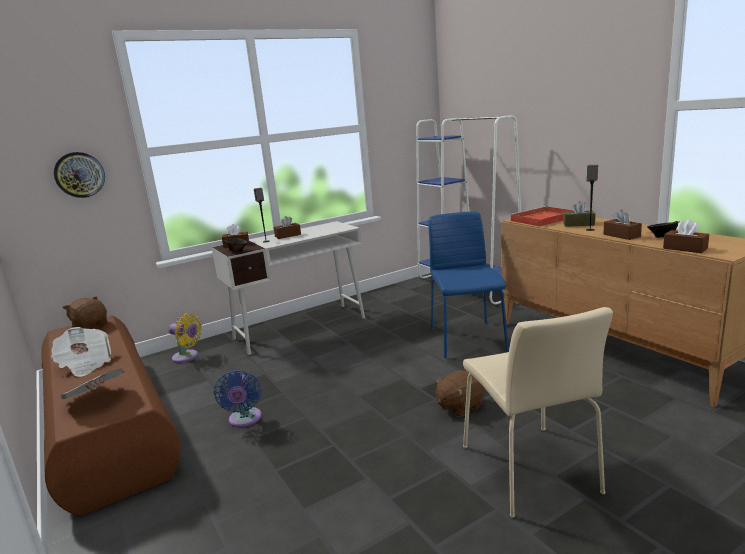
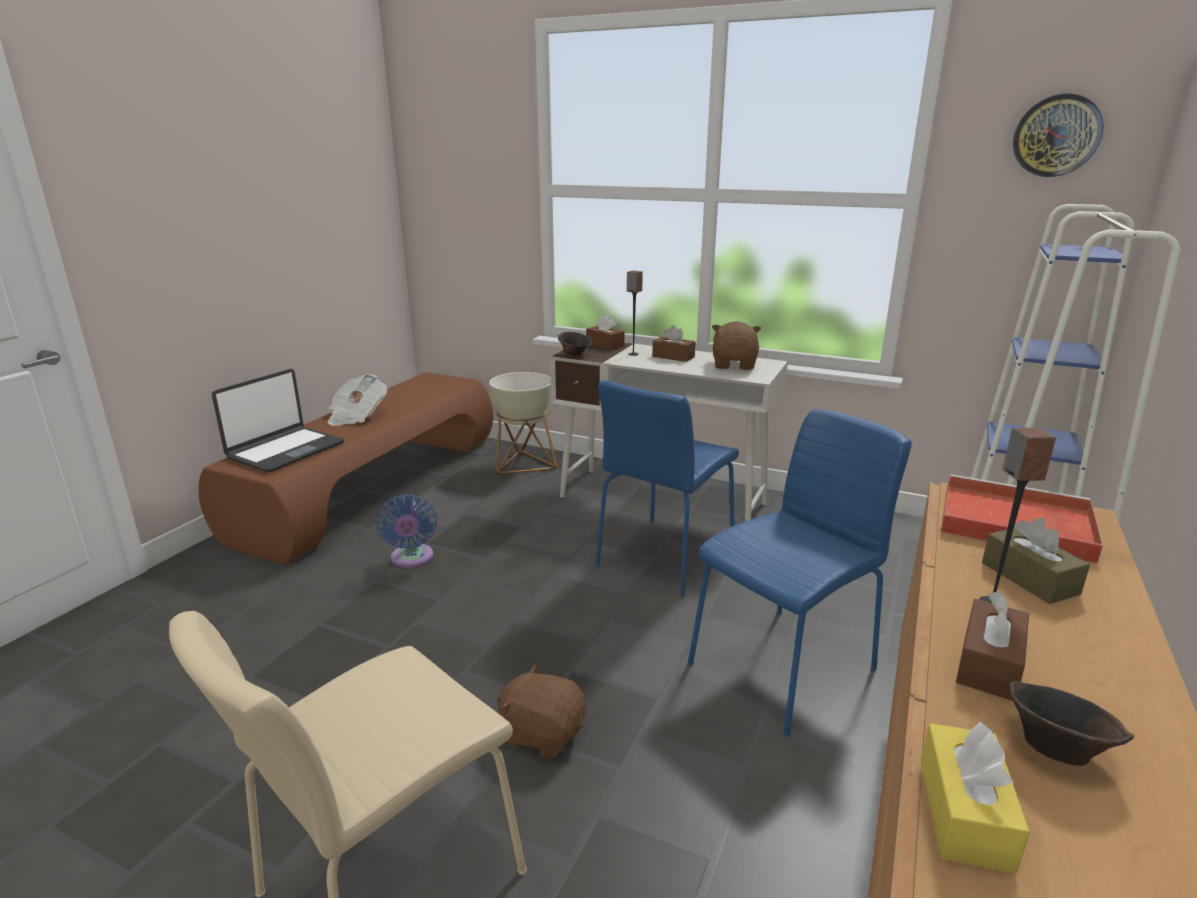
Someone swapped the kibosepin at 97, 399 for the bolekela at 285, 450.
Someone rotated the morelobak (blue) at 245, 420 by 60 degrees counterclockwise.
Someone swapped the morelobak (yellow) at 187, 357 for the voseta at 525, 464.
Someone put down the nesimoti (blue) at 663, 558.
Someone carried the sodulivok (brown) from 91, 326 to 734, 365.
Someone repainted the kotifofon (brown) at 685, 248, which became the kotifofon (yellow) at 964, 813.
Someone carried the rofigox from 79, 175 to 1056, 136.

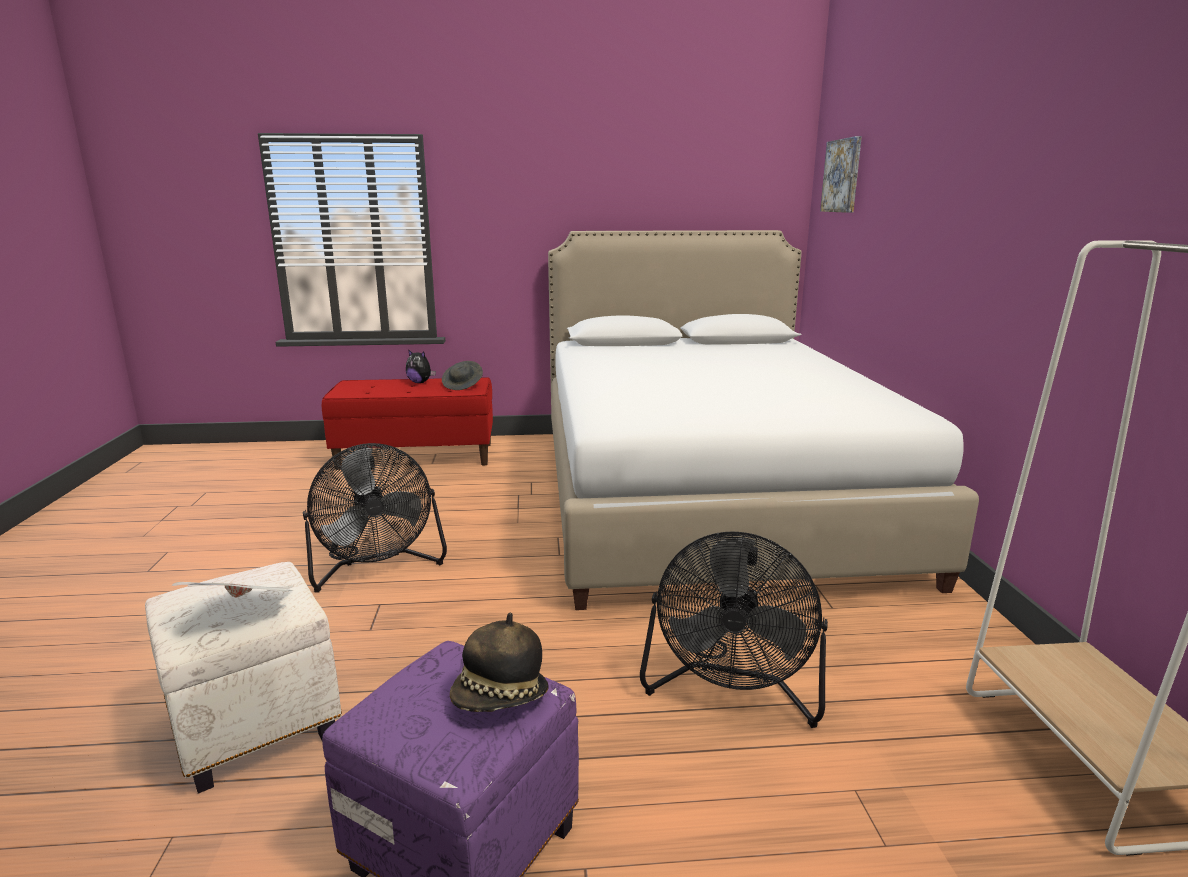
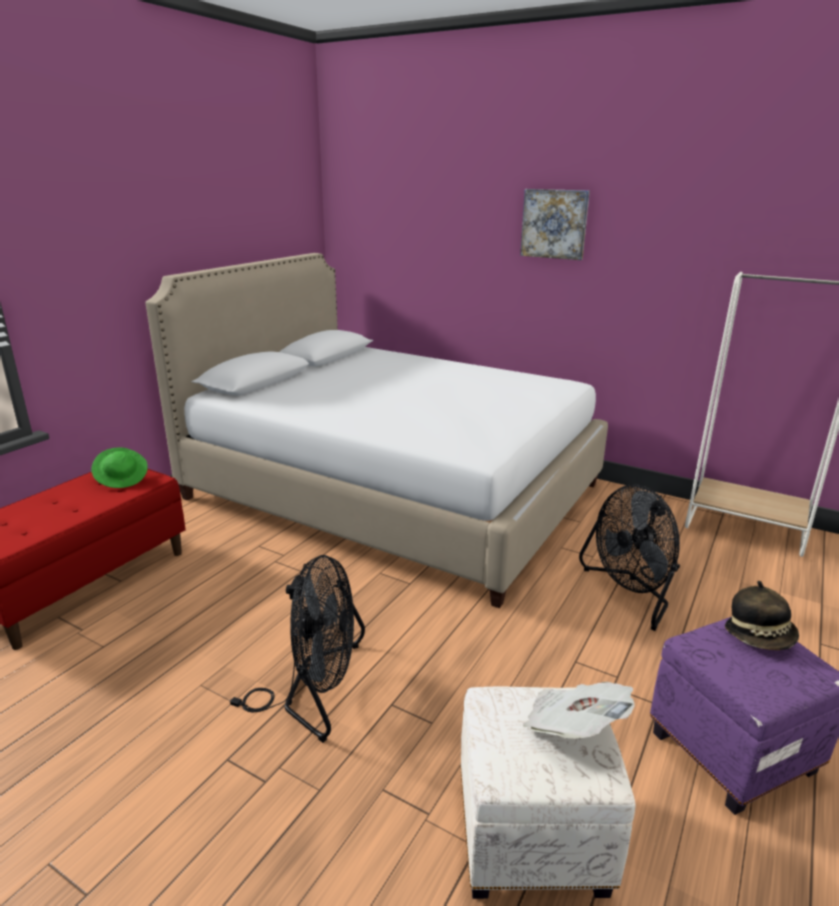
Someone repainted the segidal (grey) at 463, 385, which became the segidal (green) at 122, 478.
Someone carried the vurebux from 842, 176 to 554, 224.
Someone rotated the morelobak (black) at 726, 687 by 105 degrees clockwise.
Someone took away the sodulivok at 420, 382.

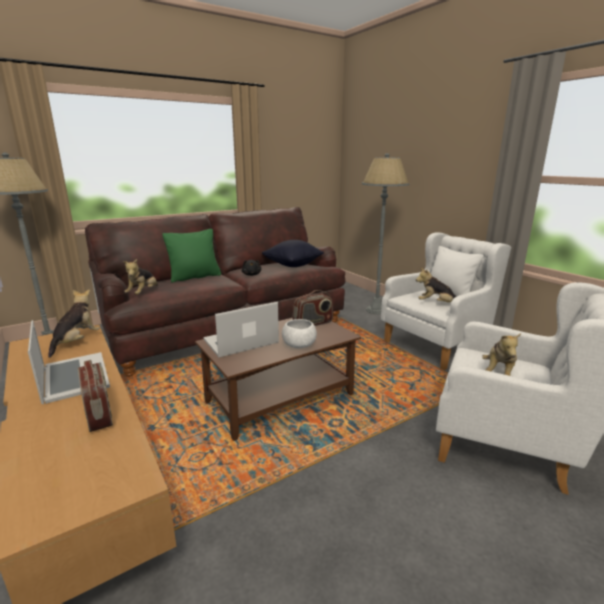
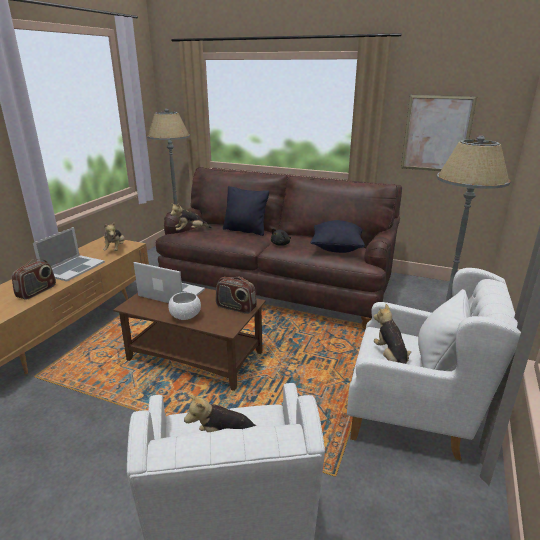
Someone rotated the sodulivok at 76, 342 by 105 degrees clockwise.
Someone repainted the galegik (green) at 195, 277, which became the galegik (black) at 245, 230.
Someone put up the vurebux at 436, 134.

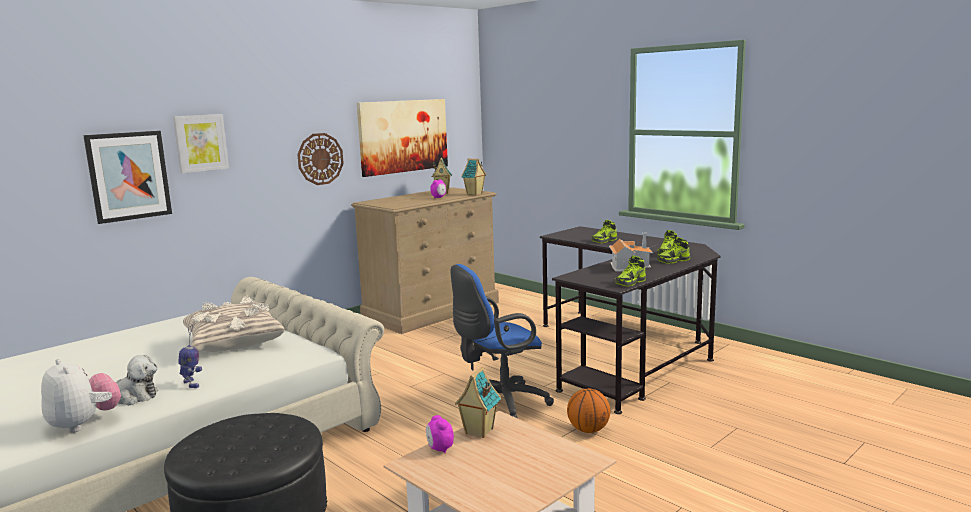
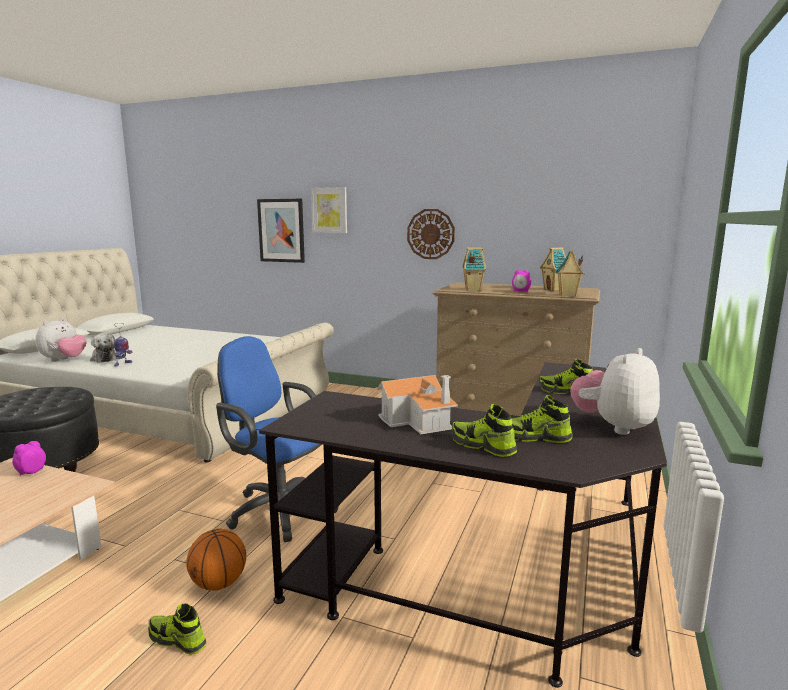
Someone carried the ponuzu from 630, 282 to 177, 640.
Someone carried the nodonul from 478, 431 to 472, 289.
Someone put down the sodulivok at 613, 426.
Someone took away the galegik (beige) at 235, 343.
Someone took away the vurebux at 403, 136.

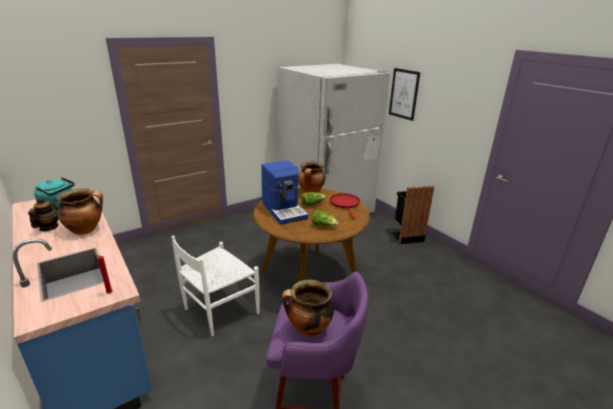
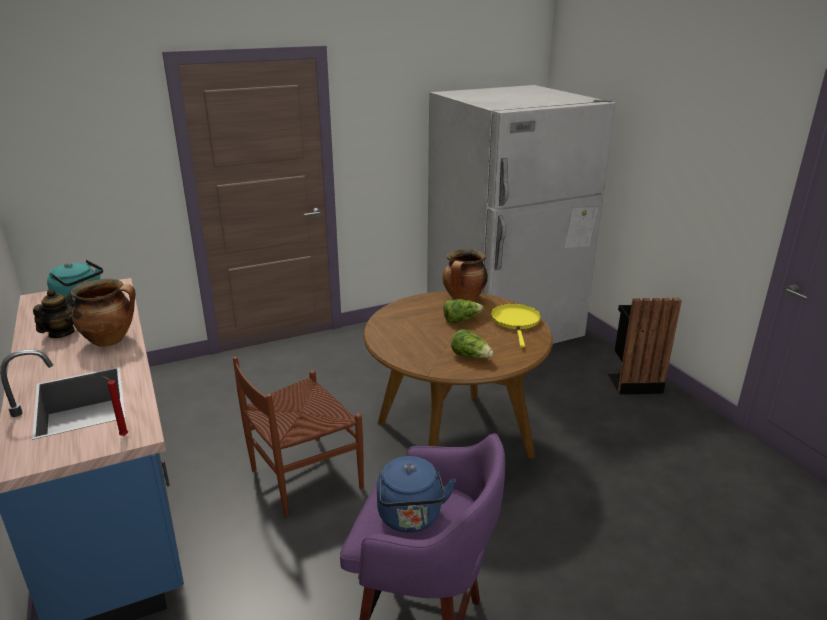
Someone repainted the nesimoti (white) at 220, 310, which became the nesimoti (brown) at 304, 477.
Someone swapped the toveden at 308, 329 for the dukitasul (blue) at 410, 518.
Someone repainted the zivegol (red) at 345, 204, which became the zivegol (yellow) at 516, 321.
Someone took away the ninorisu at 284, 210.
Someone took away the vurebux at 404, 94.

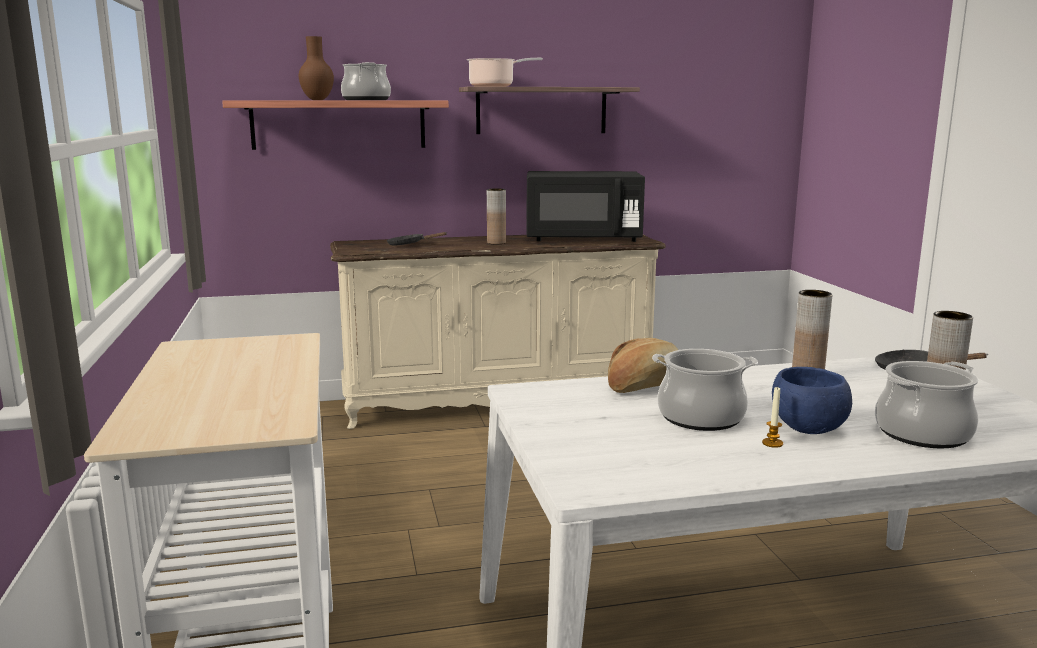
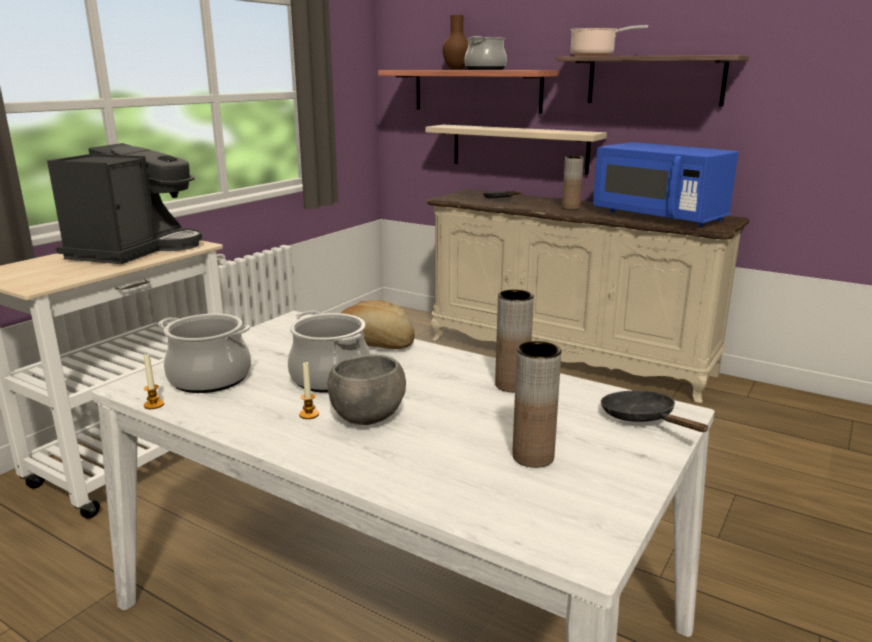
Someone put down the ninorisu at 135, 250.
Someone put down the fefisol at 154, 405.
Someone carried the toveden from 922, 433 to 210, 378.
Someone repainted the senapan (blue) at 808, 429, which became the senapan (grey) at 366, 418.
Someone put up the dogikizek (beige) at 519, 148.
Someone repainted the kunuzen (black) at 583, 239, which became the kunuzen (blue) at 659, 216.

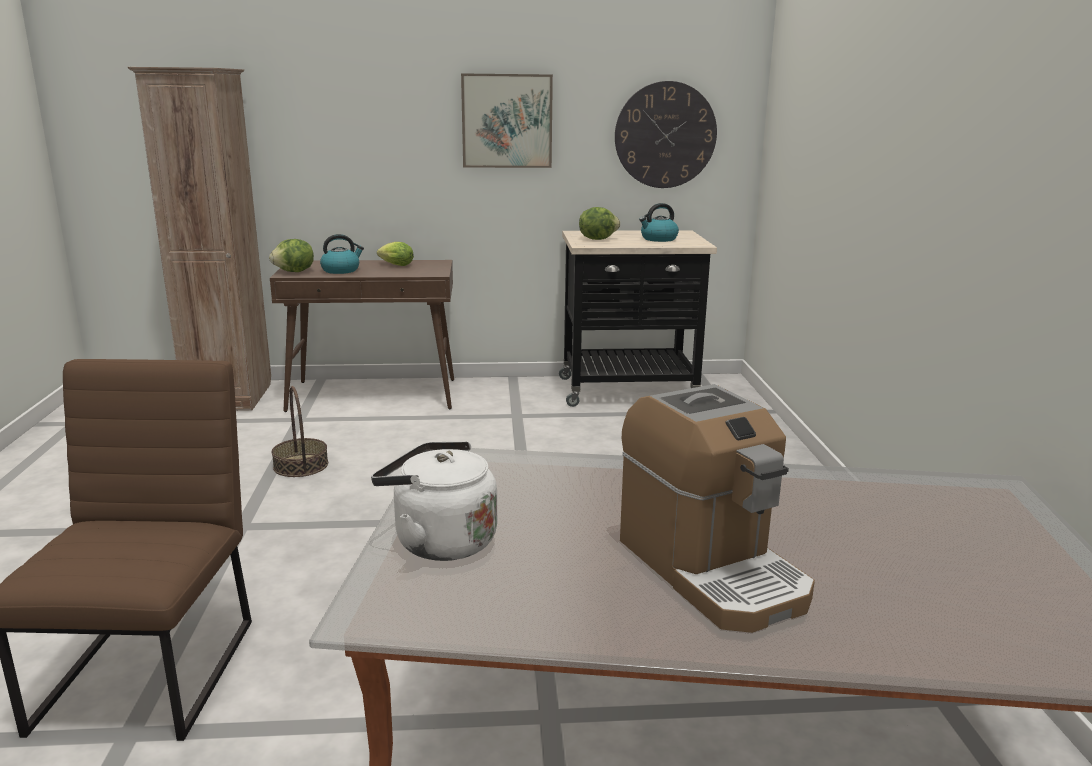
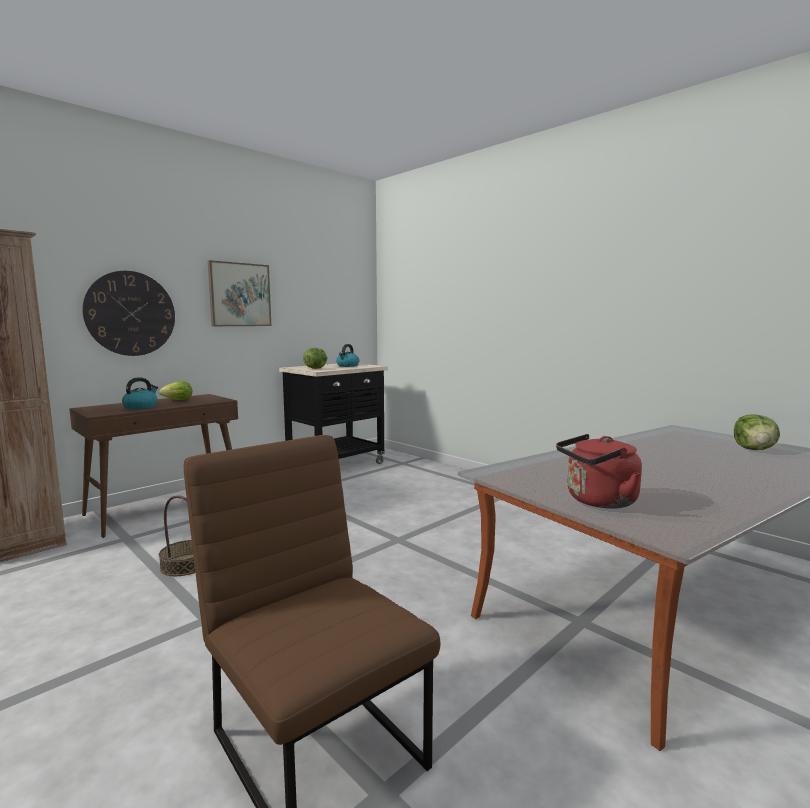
Someone carried the rofigox from 665, 135 to 130, 313.
Someone repainted the dukitasul (white) at 439, 541, which became the dukitasul (red) at 597, 501.
Someone carried the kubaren from 294, 272 to 755, 450.
Someone took away the ninorisu at 711, 569.

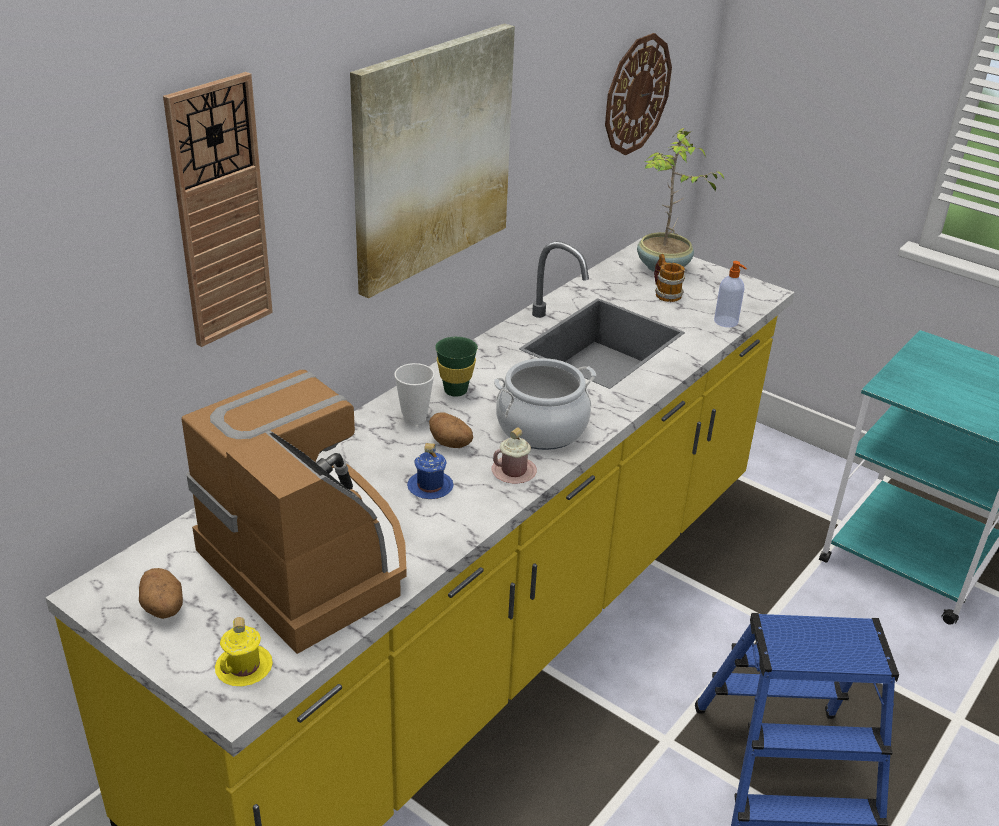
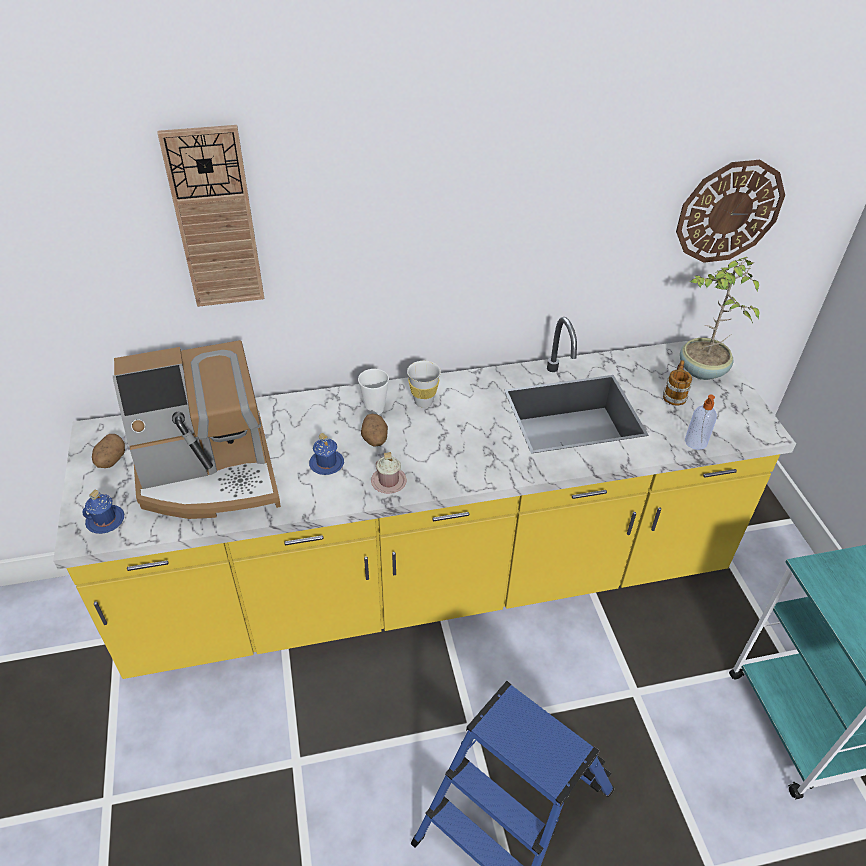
Someone repainted the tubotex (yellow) at 244, 667, which became the tubotex (blue) at 105, 520.
Someone rotated the ninorisu at 312, 560 by 75 degrees clockwise.
Someone repainted the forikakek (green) at 455, 390, which became the forikakek (white) at 423, 402.
Someone took away the vurebux at 431, 157.
Someone took away the toveden at 542, 428.

